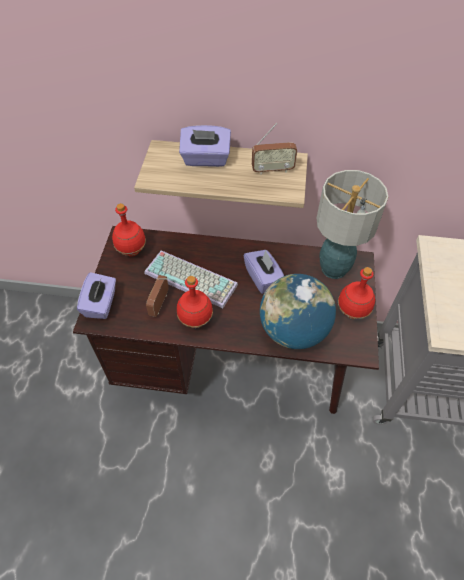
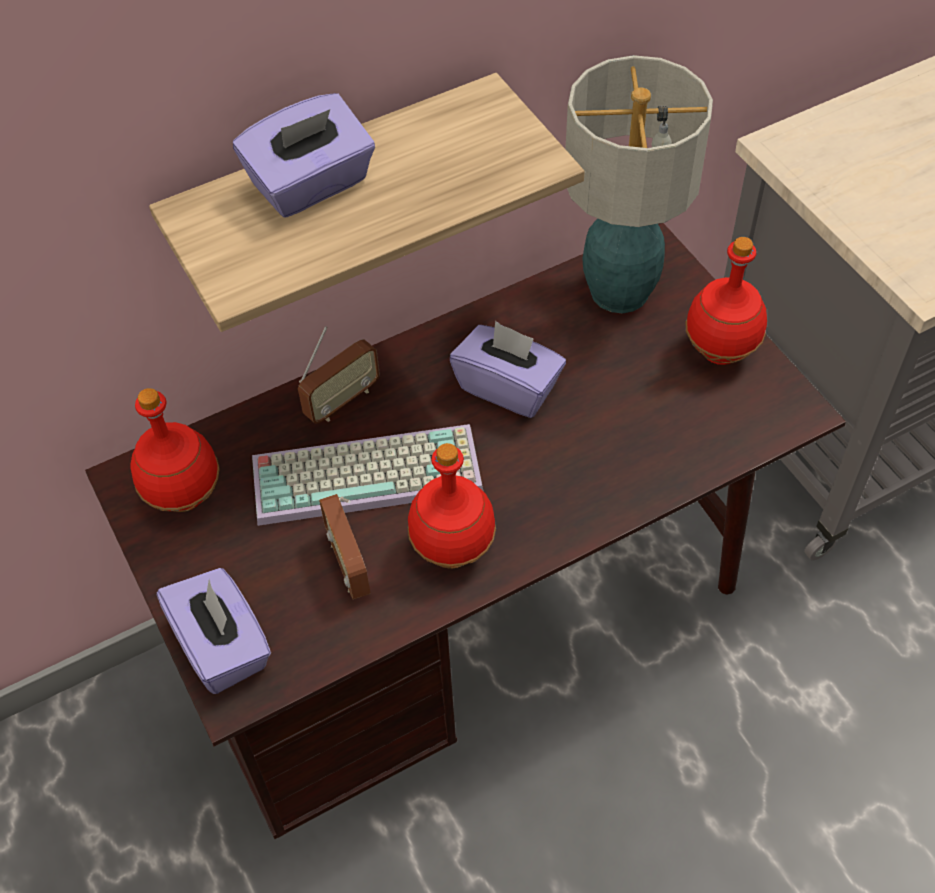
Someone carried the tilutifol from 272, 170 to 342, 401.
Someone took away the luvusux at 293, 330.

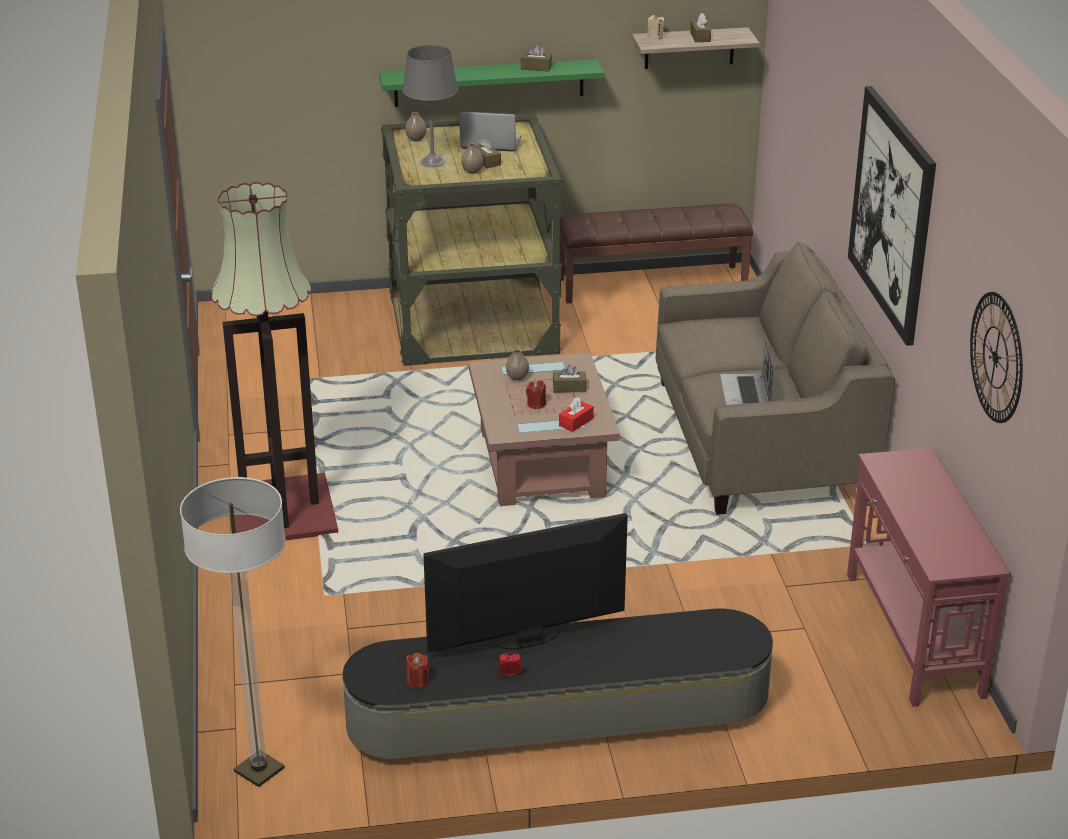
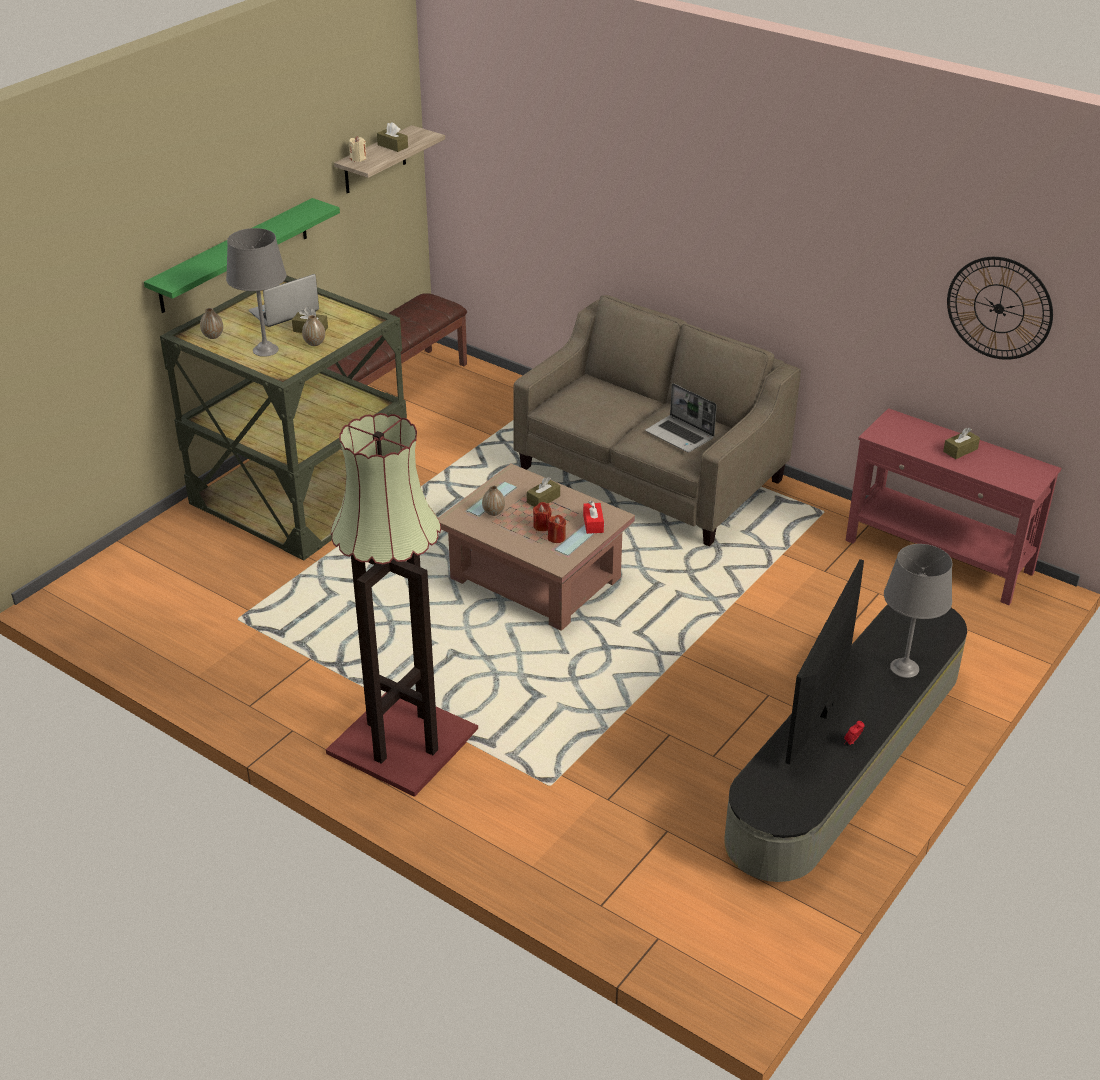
Someone carried the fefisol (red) from 417, 681 to 556, 538.
Someone put down the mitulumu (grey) at 905, 668.
Someone carried the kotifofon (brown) from 536, 67 to 960, 450.
Someone took away the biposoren at 259, 770.
Someone took away the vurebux at 892, 213.

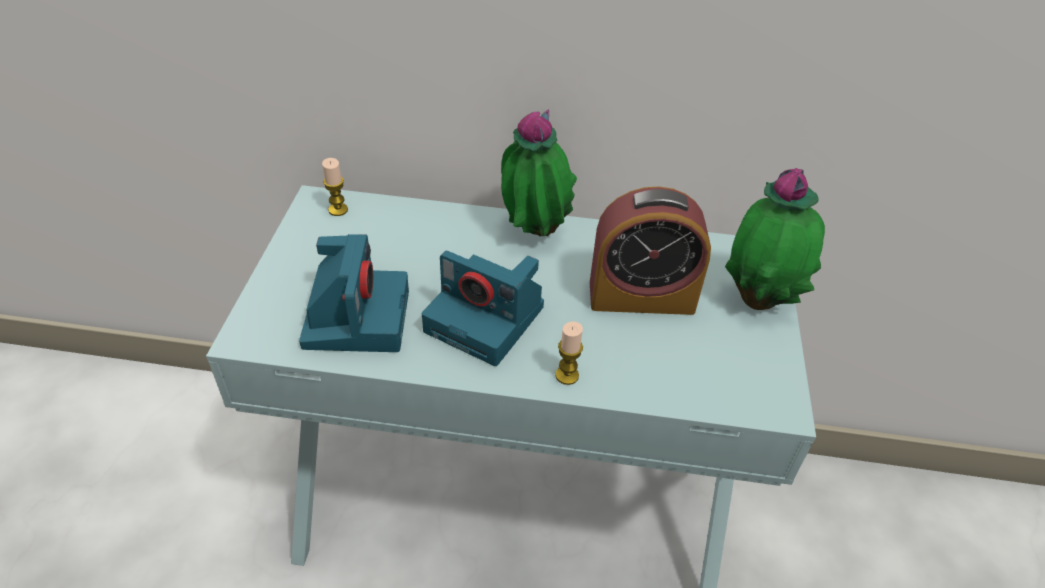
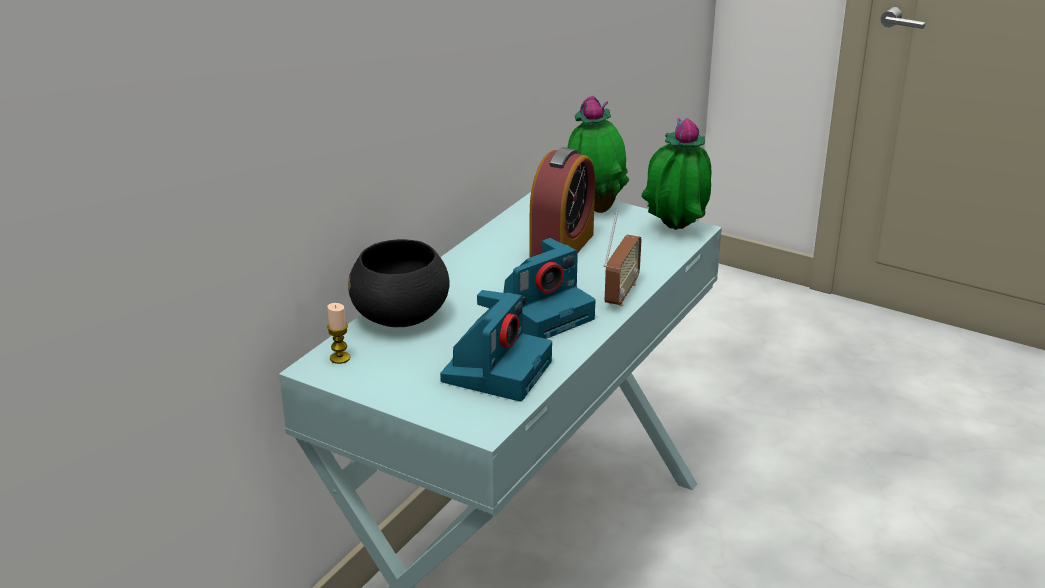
Someone put down the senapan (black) at 401, 318.
Someone rotated the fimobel at 356, 316 by 90 degrees clockwise.
Someone swapped the fefisol at 567, 375 for the tilutifol at 621, 294.
Someone carried the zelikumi from 533, 233 to 674, 232.

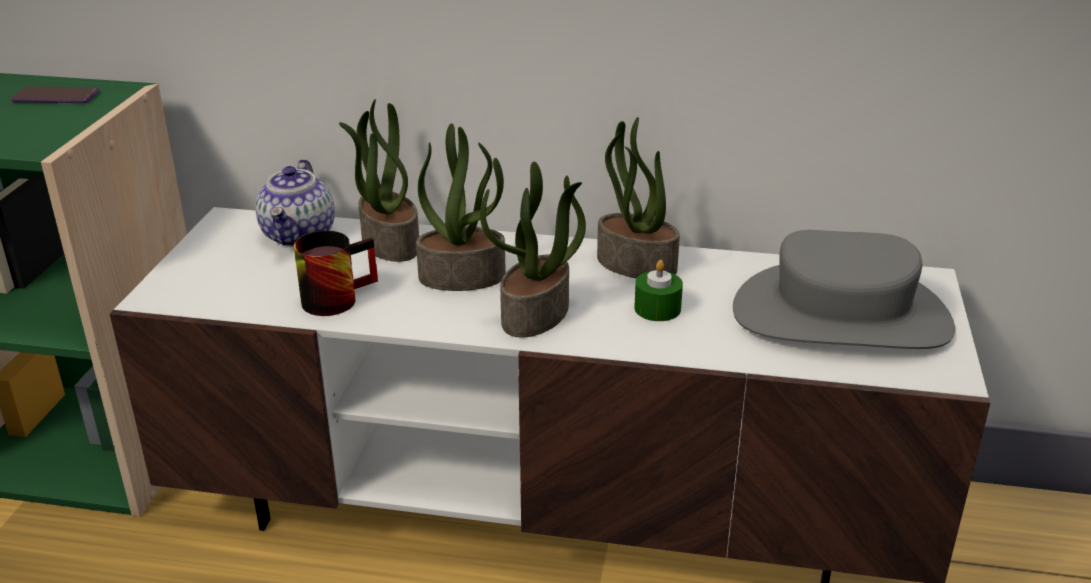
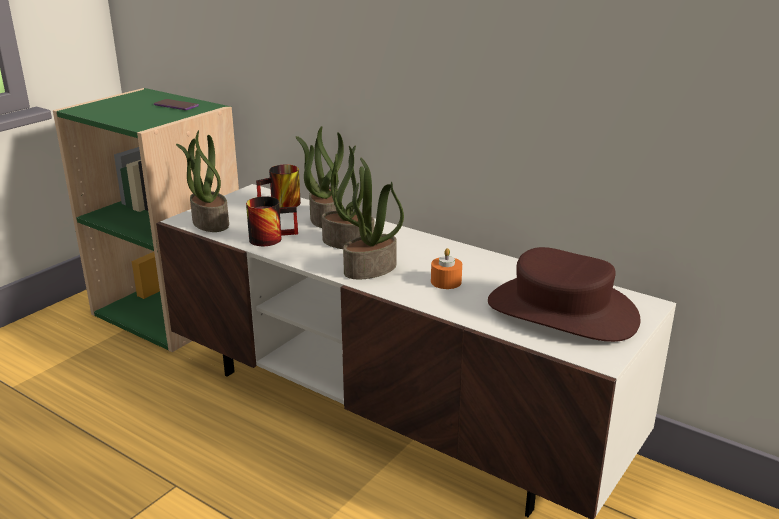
Someone carried the zelikumi from 635, 265 to 209, 223.
Someone swapped the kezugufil at 299, 235 for the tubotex at 282, 205.
Someone repainted the fefisol (green) at 657, 308, which became the fefisol (orange) at 446, 281.
Someone repainted the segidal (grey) at 841, 317, which became the segidal (brown) at 561, 311.

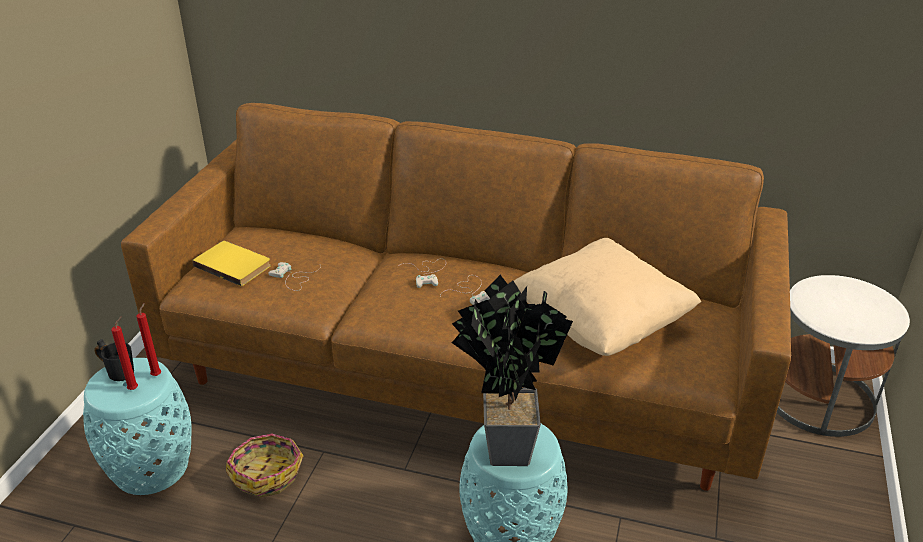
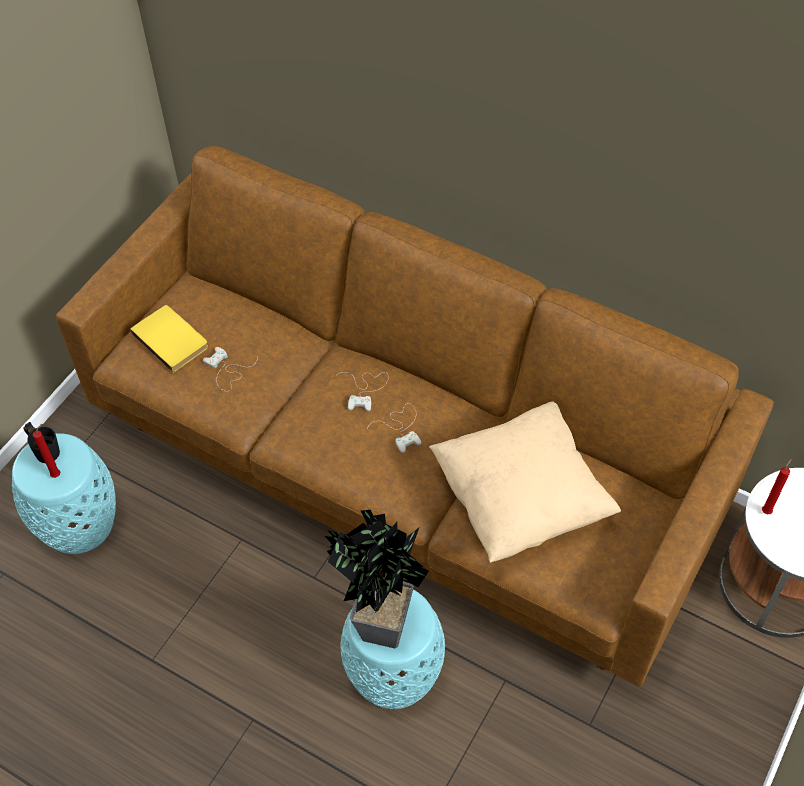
Someone carried the fefisol (red) from 157, 374 to 767, 510.
Someone took away the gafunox at 267, 473.

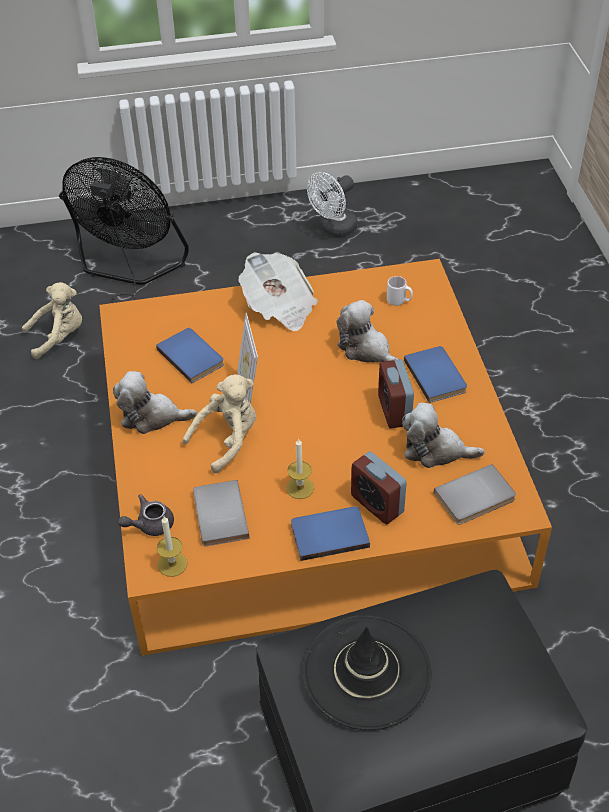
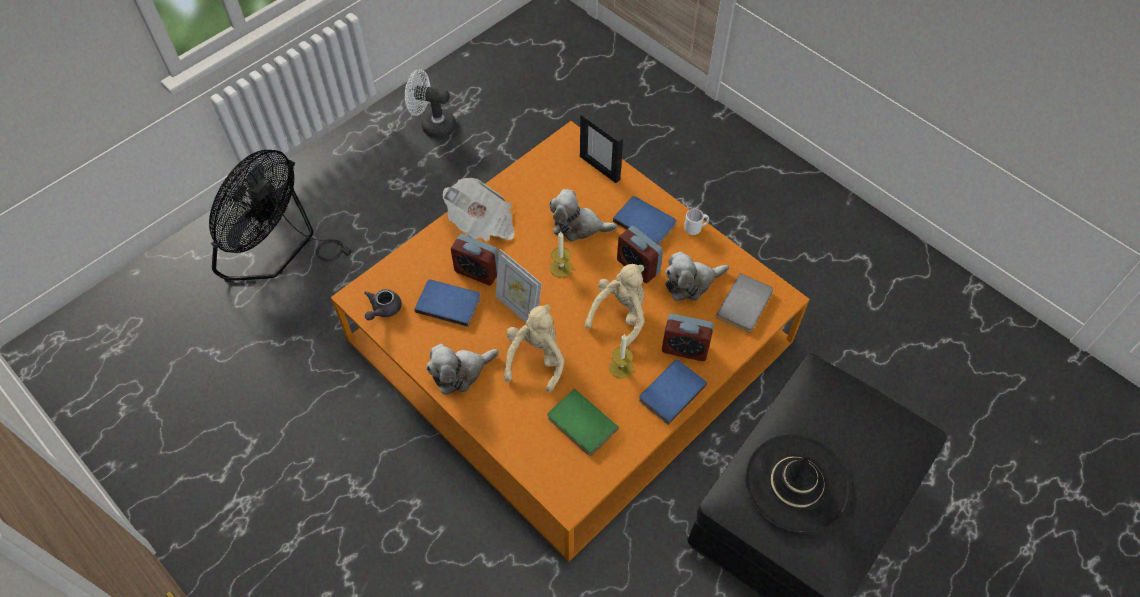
Someone rotated the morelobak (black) at 124, 270 by 45 degrees counterclockwise.
Someone carried the kezugufil (grey) from 150, 525 to 383, 310.
Someone rotated the morelobak (white) at 334, 229 by 90 degrees clockwise.
Someone put down the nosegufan at 477, 272.
Someone repainted the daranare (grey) at 218, 515, which became the daranare (green) at 580, 425.
Someone carried the fefisol from 172, 564 to 561, 268.
Someone put down the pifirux at 600, 167.
Someone carried the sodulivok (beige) from 59, 337 to 620, 315.
Someone carried the tubotex (white) from 399, 301 to 695, 228.

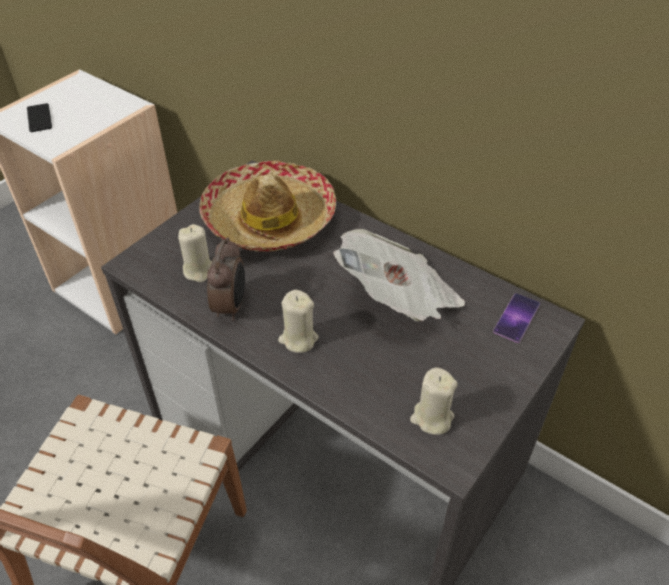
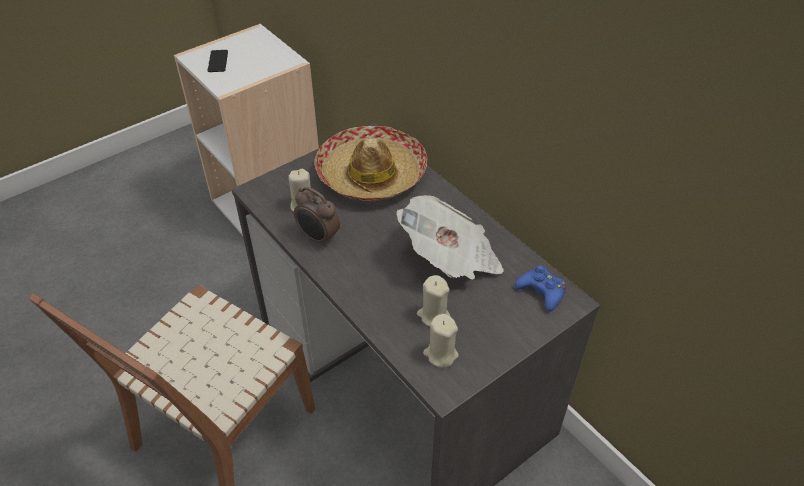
Someone rotated the nosegufan at 231, 306 by 105 degrees clockwise.
Someone carried the fefisol (beige) from 298, 339 to 433, 315.
Someone swapped the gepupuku at 516, 318 for the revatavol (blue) at 541, 292.

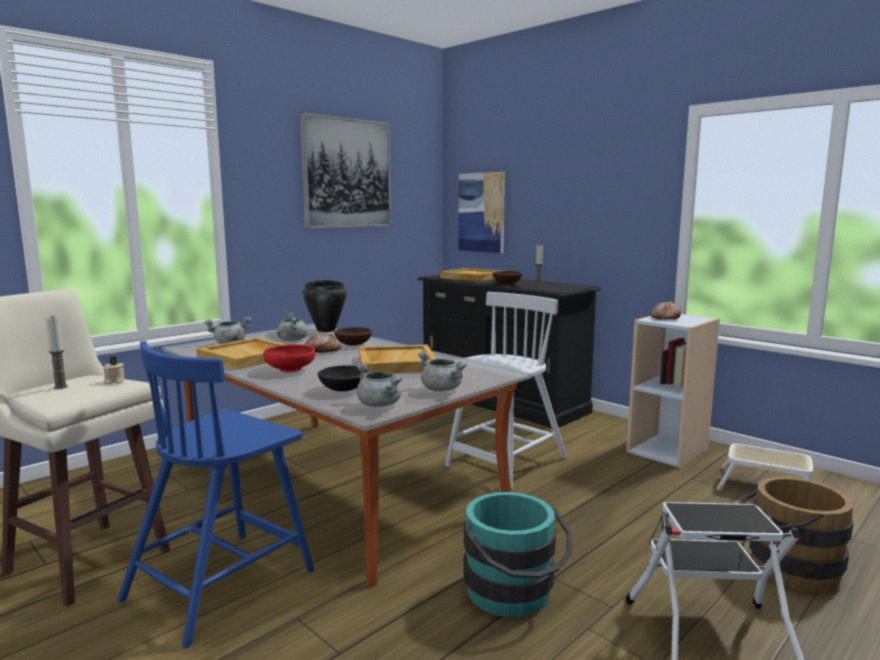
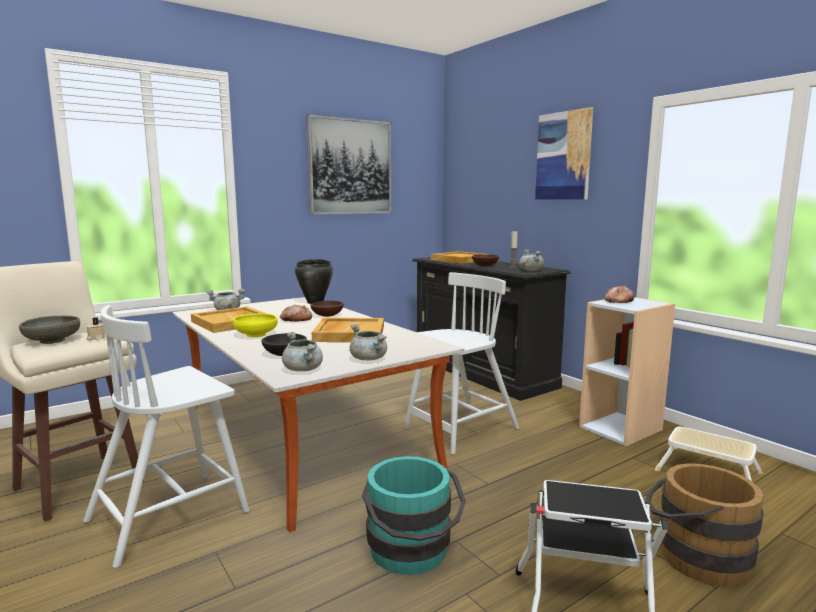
Someone swapped the fefisol at 61, 387 for the senapan (grey) at 52, 341.
Someone repainted the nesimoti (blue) at 222, 582, which became the nesimoti (white) at 171, 514.
Someone repainted the senapan (red) at 290, 369, which became the senapan (yellow) at 255, 335.
Someone carried the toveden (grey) from 292, 340 to 530, 270.
Someone carried the vurebux from 481, 212 to 563, 156.

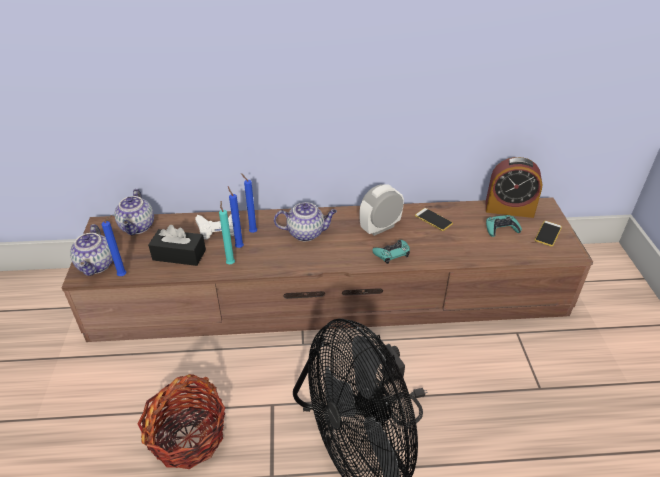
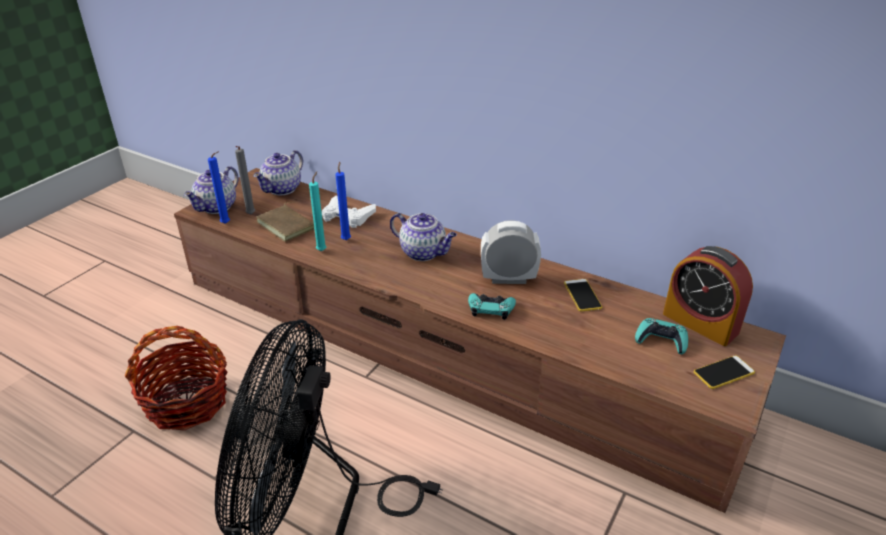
Someone put down the fefisol (grey) at 250, 215.
Someone swapped the kotifofon (black) at 179, 255 for the daranare (brown) at 288, 225.
Someone took away the fefisol (blue) at 252, 232.

